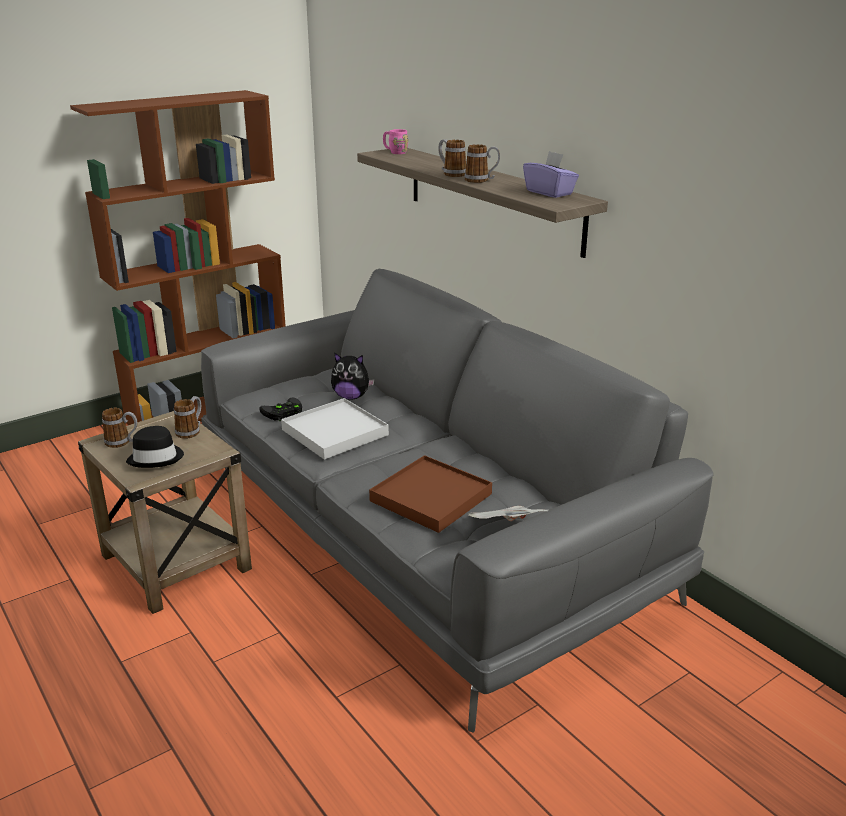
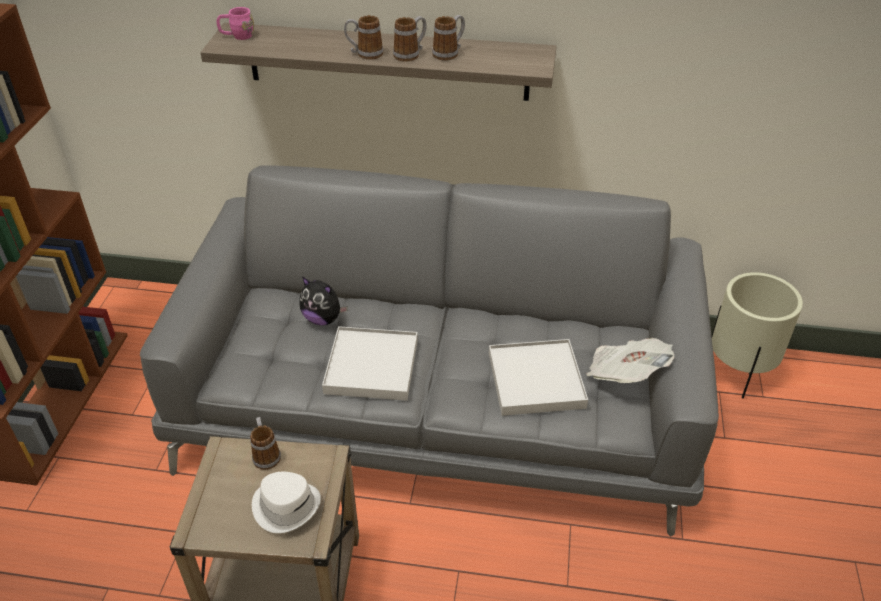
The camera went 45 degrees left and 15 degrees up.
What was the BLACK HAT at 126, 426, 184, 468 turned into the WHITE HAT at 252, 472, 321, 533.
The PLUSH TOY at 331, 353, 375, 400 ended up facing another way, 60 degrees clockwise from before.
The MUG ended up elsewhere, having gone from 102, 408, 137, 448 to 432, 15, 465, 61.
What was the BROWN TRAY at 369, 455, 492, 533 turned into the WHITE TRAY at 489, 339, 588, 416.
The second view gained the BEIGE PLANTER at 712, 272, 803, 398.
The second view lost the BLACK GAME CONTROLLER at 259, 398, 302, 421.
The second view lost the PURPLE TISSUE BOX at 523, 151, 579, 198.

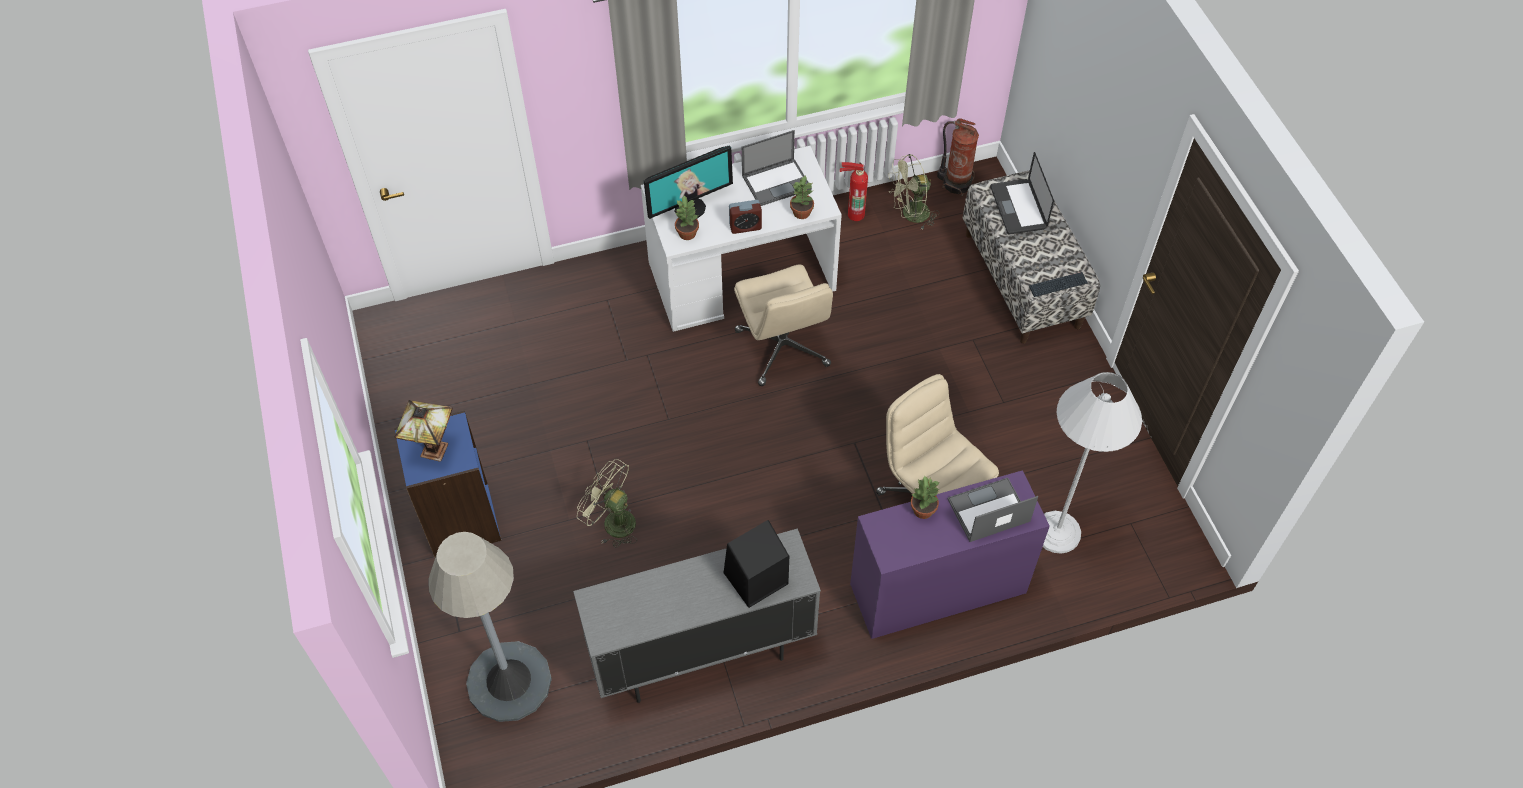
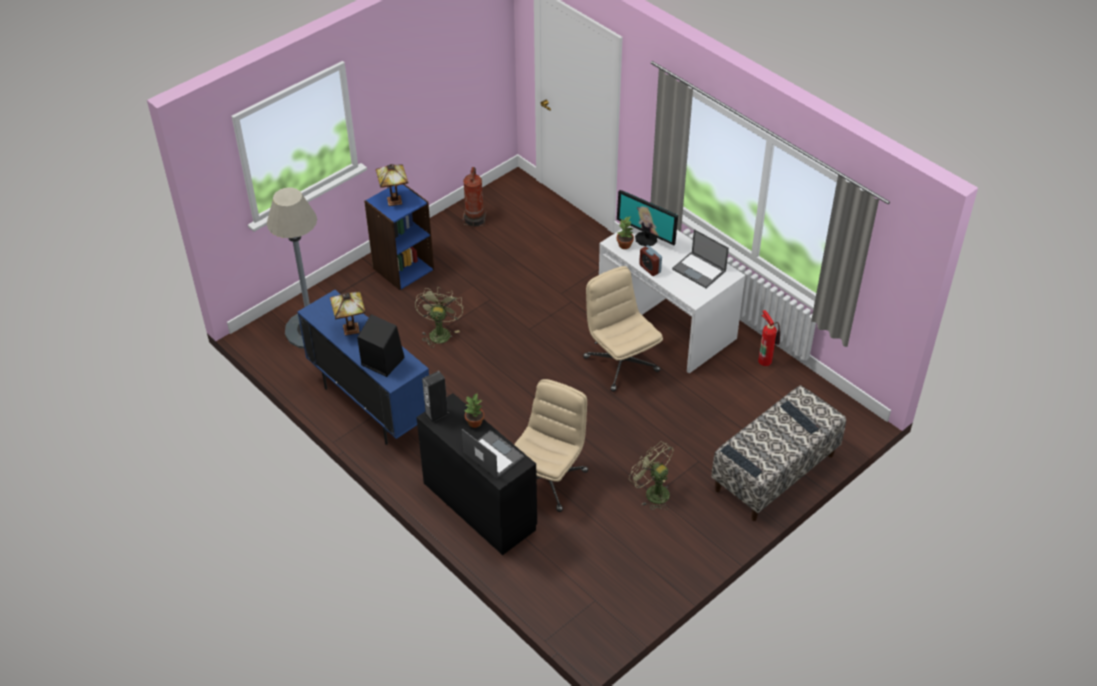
The camera went 65 degrees right and 10 degrees down.
What was the GREY CABINET at 573, 528, 821, 703 turned into the BLUE CABINET at 298, 290, 429, 445.
The second view gained the TABLE LAMP at 330, 291, 366, 336.
What was the PURPLE DESK at 850, 470, 1050, 639 turned into the BLACK DESK at 416, 393, 537, 555.
The second view gained the SPEAKER at 422, 371, 449, 423.
The FIRE EXTINGUISHER ended up elsewhere, having gone from 937, 118, 979, 197 to 463, 167, 487, 227.
The BEIGE OFFICE CHAIR at 734, 264, 833, 386 ended up facing another way, 105 degrees clockwise from before.
The GREEN FAN ended up elsewhere, having gone from 889, 154, 939, 231 to 629, 442, 674, 510.
Where the LAPTOP stood at 990, 152, 1054, 235, the KEYBOARD came to stand at 780, 401, 819, 434.
The second view lost the POTTED PLANT at 790, 176, 814, 219.
The second view lost the WHITE FLOOR LAMP at 1043, 372, 1142, 553.

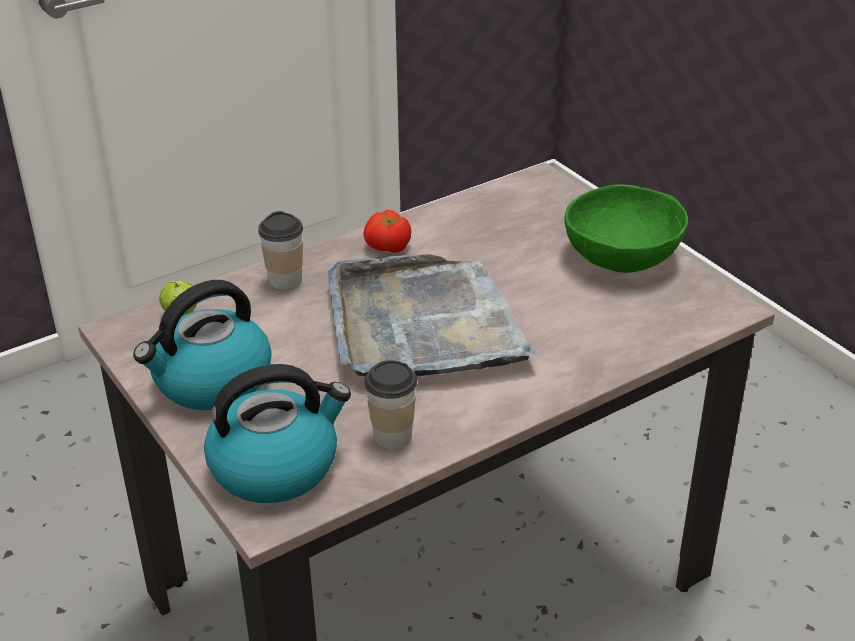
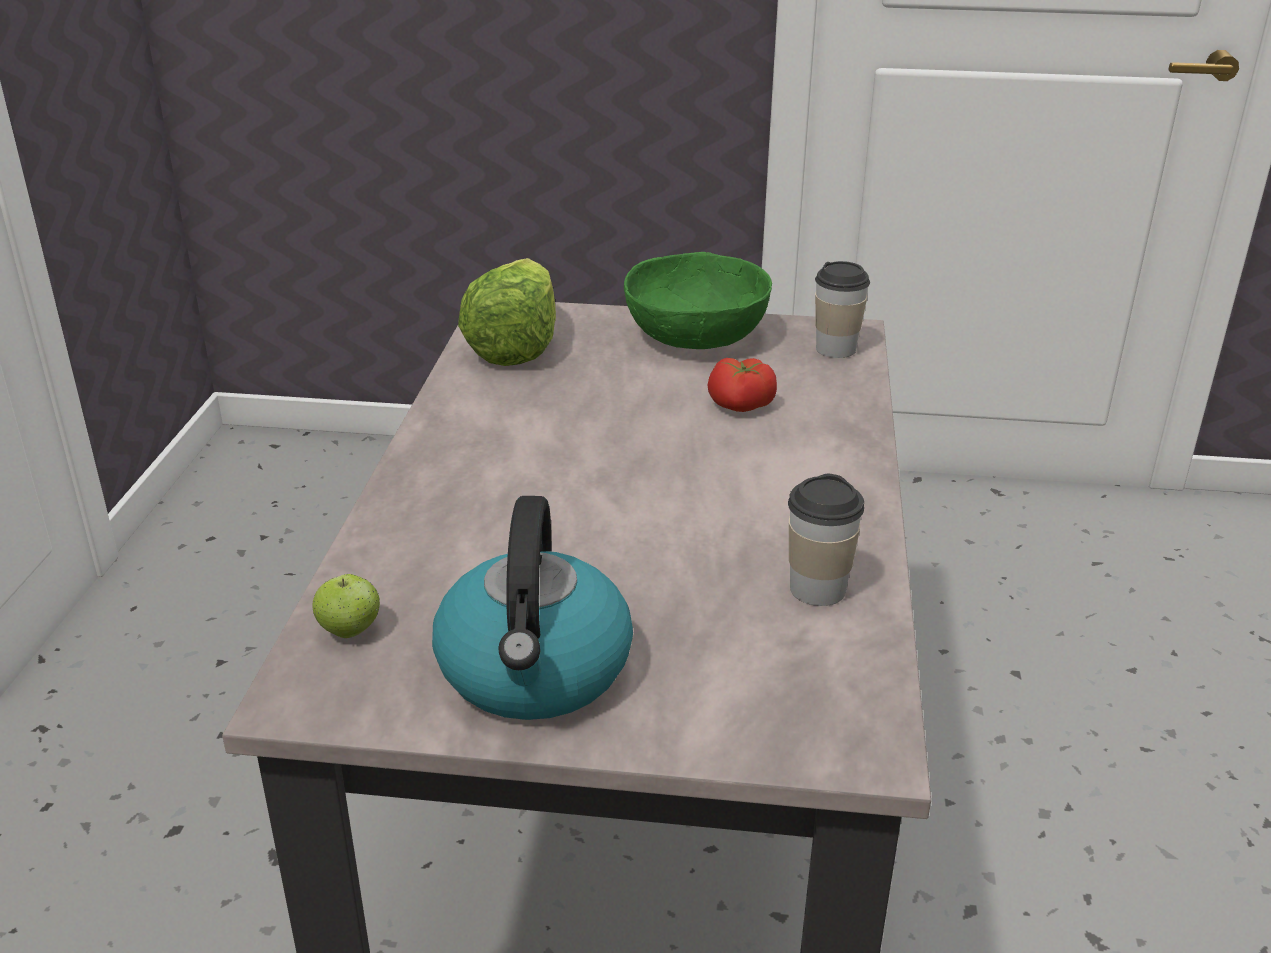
The camera went 50 degrees left and 5 degrees down.
The second view gained the LETTUCE at 458, 258, 556, 366.
The TOMATO ended up elsewhere, having gone from 363, 210, 411, 253 to 708, 358, 777, 412.
The CUP ended up elsewhere, having gone from 258, 211, 303, 290 to 815, 261, 870, 358.
The second view lost the KETTLE at 204, 364, 351, 503.
The second view lost the GREY TRAY at 328, 254, 538, 376.

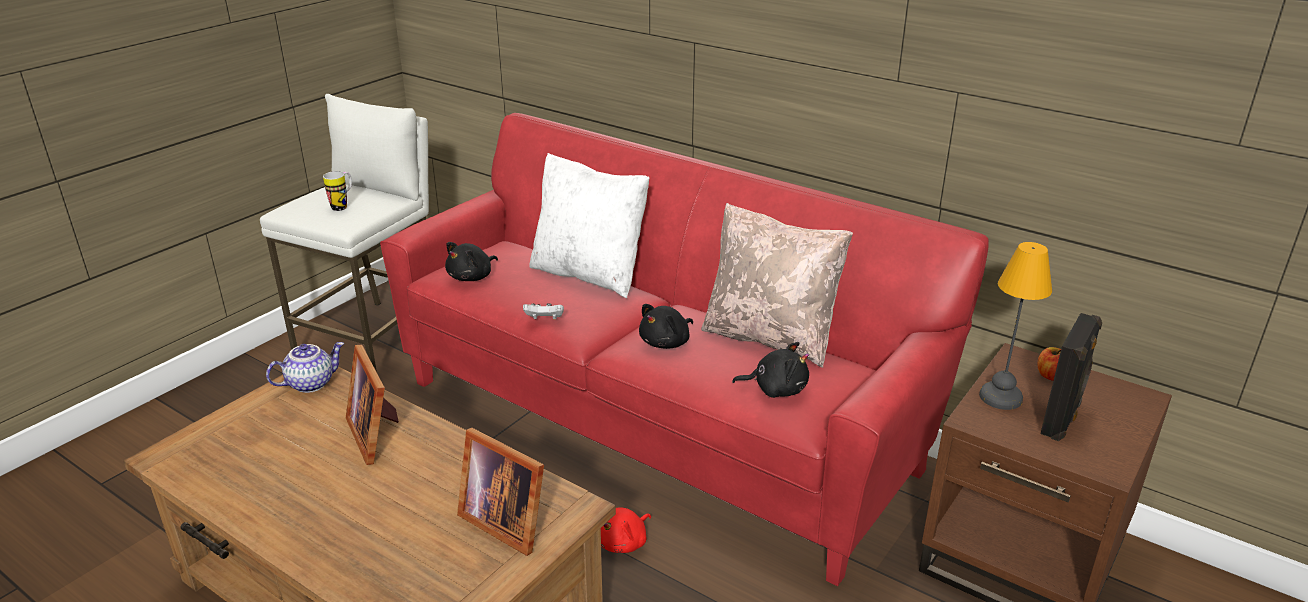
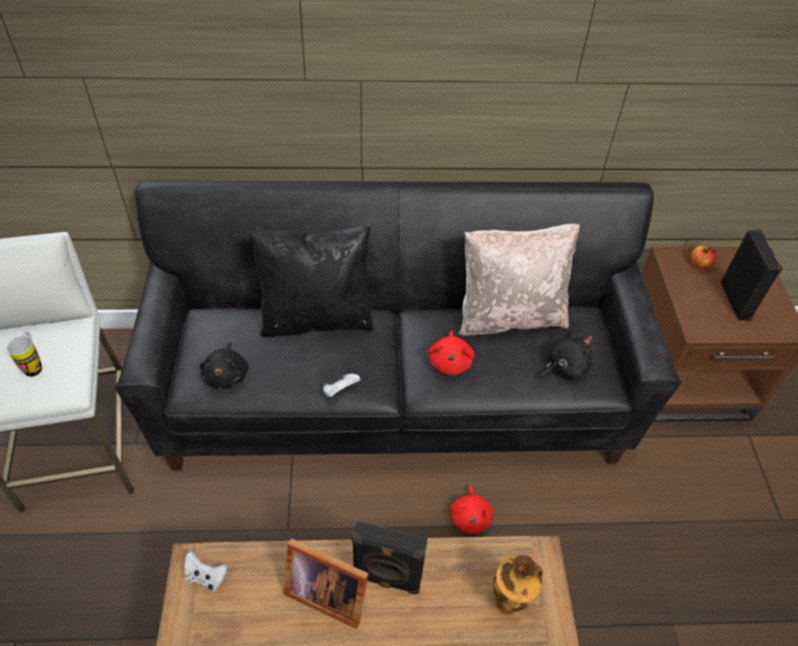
The camera went 40 degrees left and 20 degrees up.
What was the RED SOFA at 380, 113, 989, 586 turned into the BLACK SOFA at 115, 181, 681, 471.
Where the TEAPOT stood at 266, 342, 345, 393, the WHITE GAME CONTROLLER came to stand at 184, 551, 228, 592.
What was the WHITE PILLOW at 529, 153, 649, 298 turned into the BLACK PILLOW at 250, 225, 374, 337.
The second view gained the BLACK SPEAKER at 351, 521, 428, 594.
What was the BLACK PLUSH TOY at 639, 304, 693, 349 turned into the RED PLUSH TOY at 429, 331, 474, 375.
Where the PICTURE FRAME stood at 457, 428, 544, 556, the VASE came to stand at 493, 555, 543, 615.
The second view lost the TABLE LAMP at 979, 242, 1052, 410.

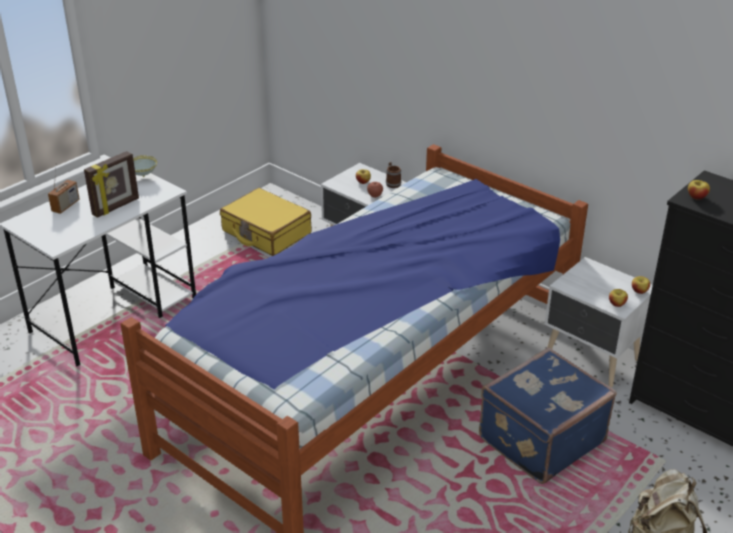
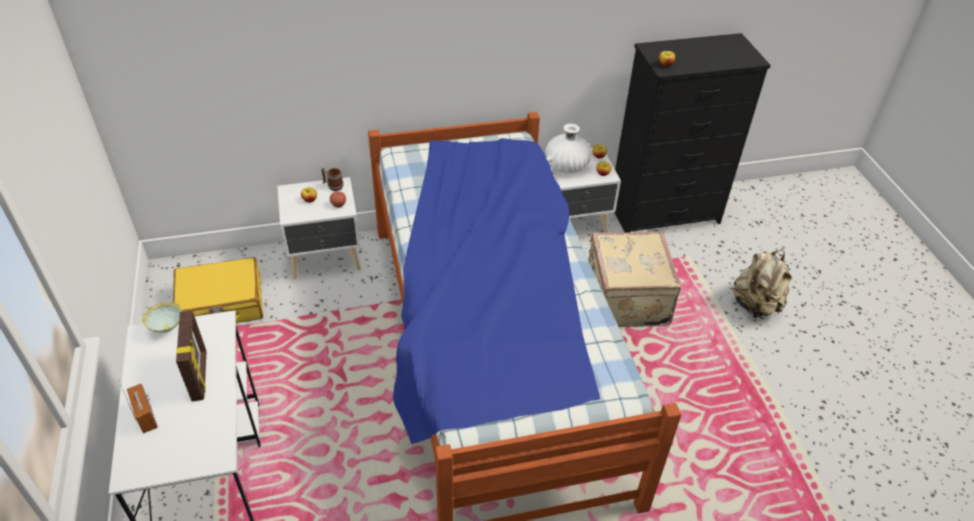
The camera went 55 degrees left and 10 degrees up.
The second view gained the WHITE VASE at 545, 124, 592, 173.
What was the BLUE SUITCASE at 479, 347, 617, 484 turned into the BEIGE SUITCASE at 589, 232, 681, 327.

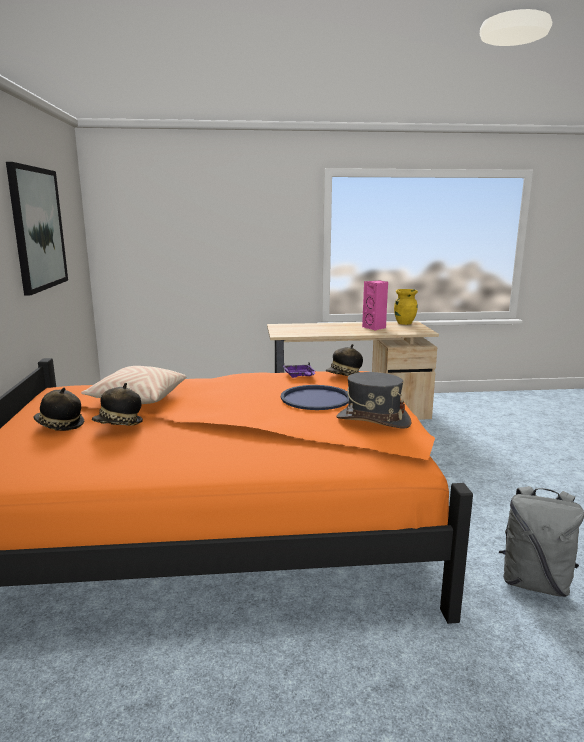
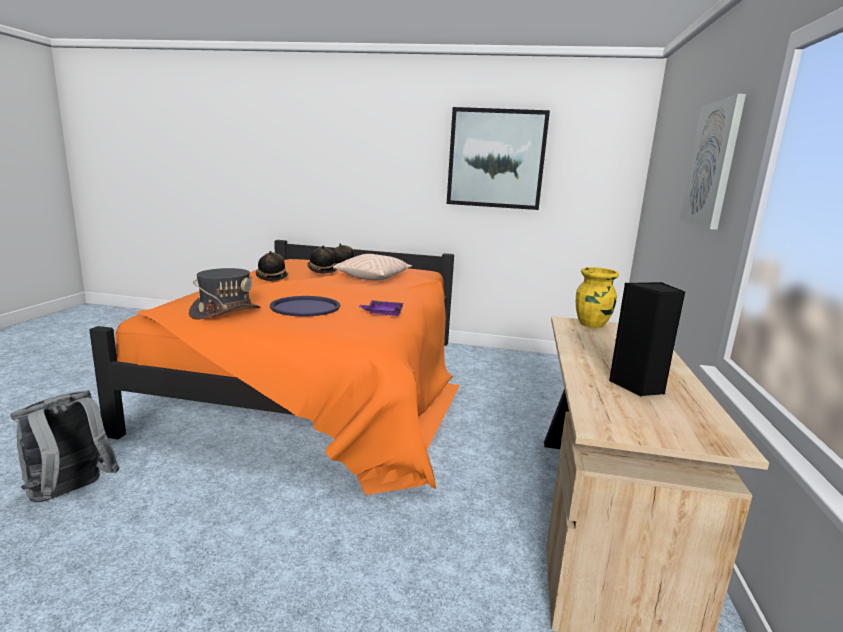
The camera went 105 degrees right and 0 degrees up.
The HAT ended up elsewhere, having gone from 326, 344, 363, 376 to 256, 251, 288, 281.
The YELLOW VASE ended up elsewhere, having gone from 394, 289, 418, 325 to 576, 267, 619, 328.
What was the PINK SPEAKER at 362, 281, 388, 330 turned into the BLACK SPEAKER at 609, 282, 685, 397.
The second view gained the PICTURE at 679, 94, 746, 230.

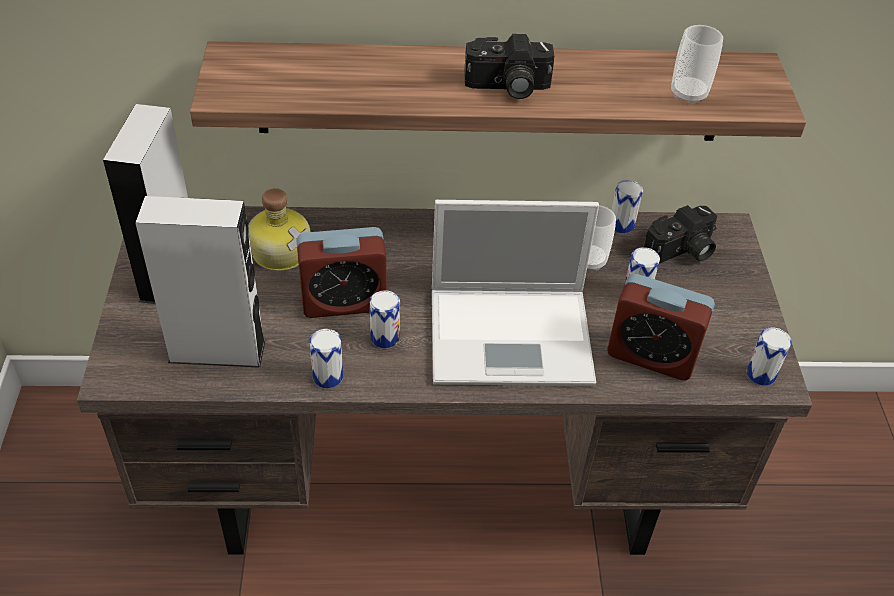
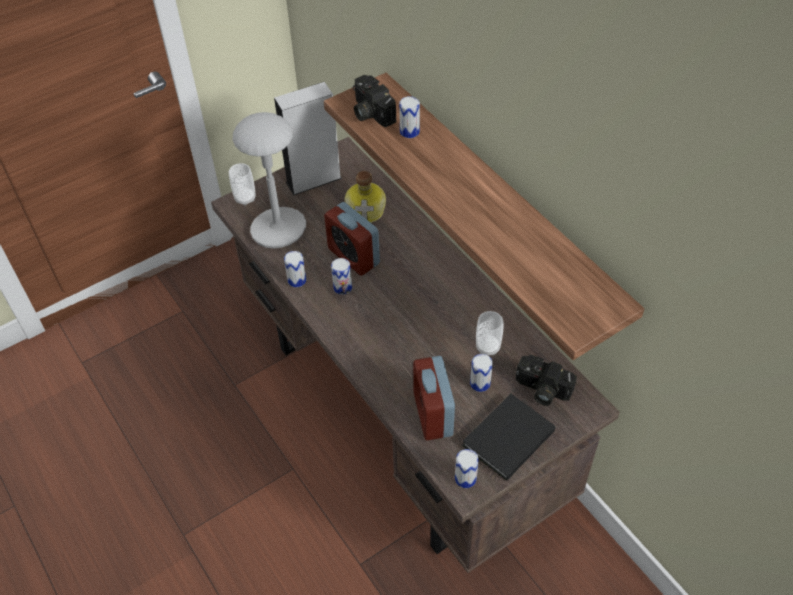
The camera went 60 degrees right and 5 degrees up.
The CUP ended up elsewhere, having gone from 671, 25, 723, 104 to 229, 163, 256, 206.
Where the GREY SPEAKER stood at 135, 196, 266, 368, the GREY TABLE LAMP came to stand at 233, 112, 306, 249.
The PHOTO CAMERA ended up elsewhere, having gone from 464, 34, 554, 99 to 353, 75, 396, 127.
The CAN ended up elsewhere, having gone from 611, 180, 643, 233 to 399, 96, 420, 138.
The second view gained the BLACK BOOK at 462, 393, 555, 481.
The second view lost the LAPTOP at 432, 200, 599, 386.

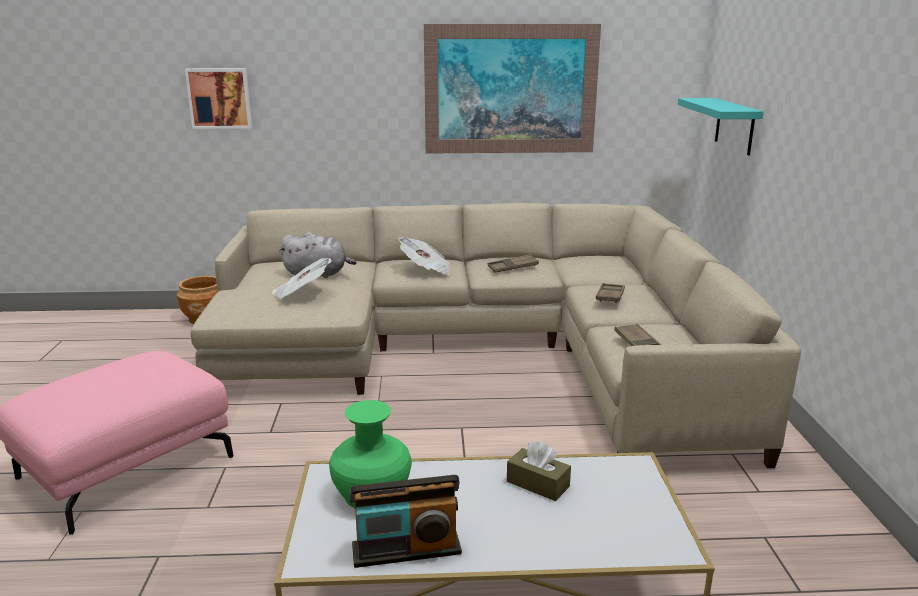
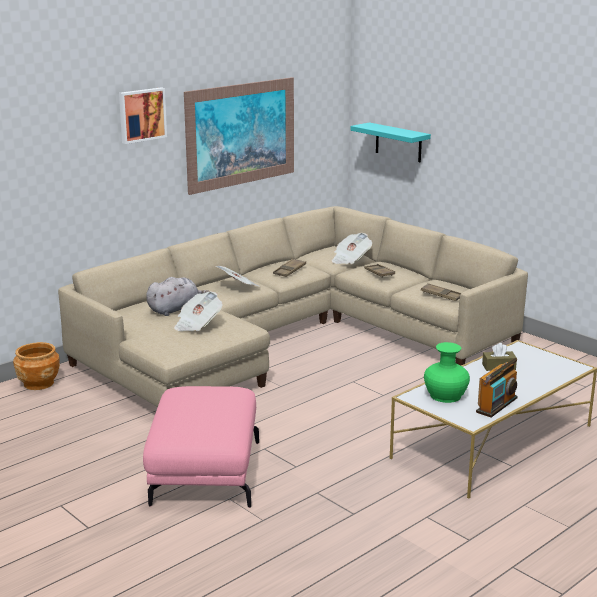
The camera went 40 degrees left and 0 degrees up.
The PICTURE ended up elsewhere, having gone from 185, 68, 252, 129 to 119, 87, 167, 144.
The second view gained the NEWSPAPER at 332, 233, 372, 264.

